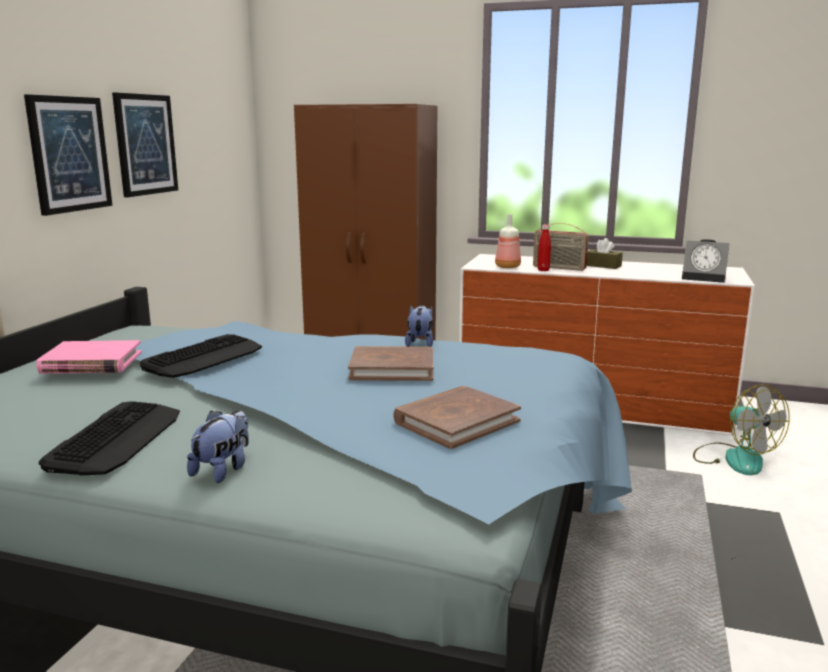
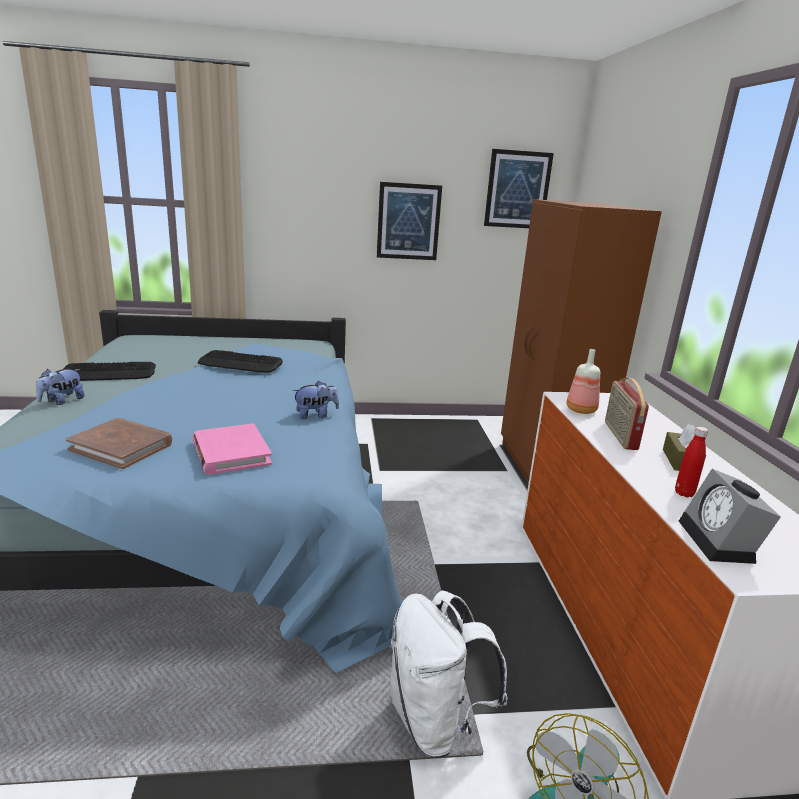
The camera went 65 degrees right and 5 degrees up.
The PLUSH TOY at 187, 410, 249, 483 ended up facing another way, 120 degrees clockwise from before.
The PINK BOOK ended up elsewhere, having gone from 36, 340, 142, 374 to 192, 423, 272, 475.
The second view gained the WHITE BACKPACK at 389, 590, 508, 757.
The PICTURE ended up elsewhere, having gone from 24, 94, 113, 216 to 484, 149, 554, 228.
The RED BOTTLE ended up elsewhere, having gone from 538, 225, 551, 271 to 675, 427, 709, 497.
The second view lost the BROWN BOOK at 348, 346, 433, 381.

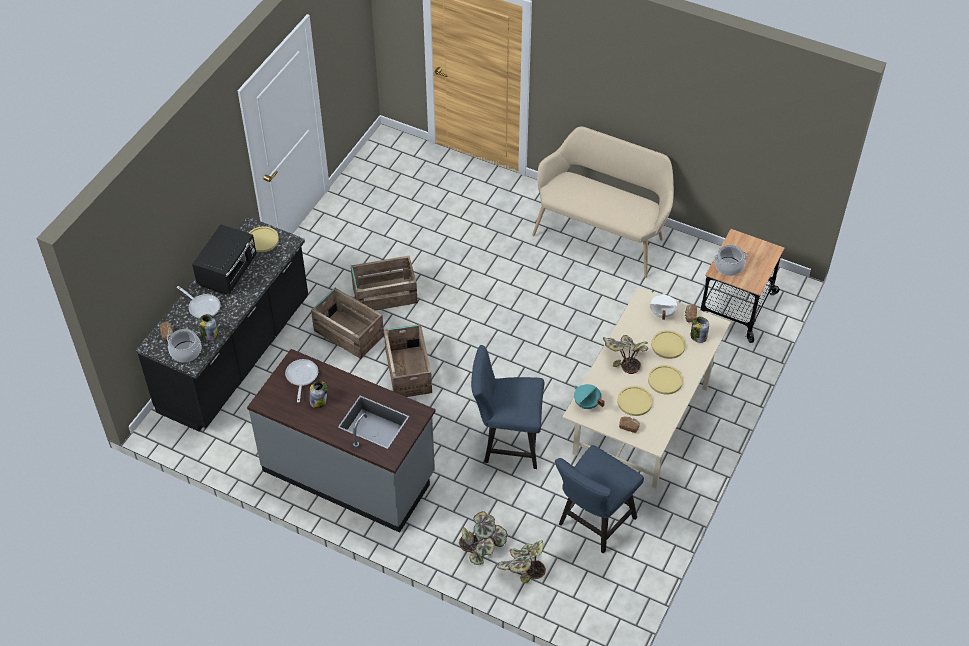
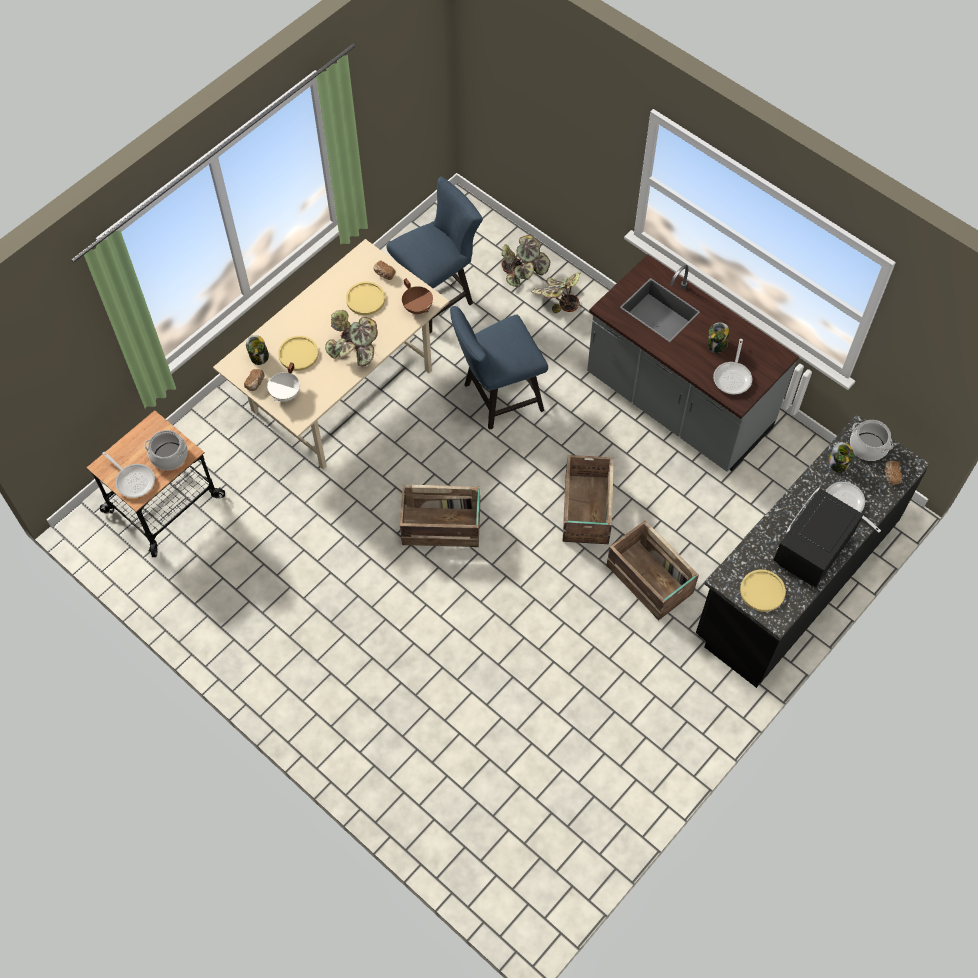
The camera went 165 degrees left and 10 degrees up.
The second view gained the FRYING PAN at 102, 452, 155, 498.
The CRATE ended up elsewhere, having gone from 351, 256, 418, 311 to 400, 484, 480, 547.
What was the TURQUOISE COOKING POT at 574, 384, 605, 409 turned into the BROWN COOKING POT at 402, 278, 433, 314.
The BLUE CHAIR at 471, 345, 544, 469 ended up facing another way, 135 degrees clockwise from before.
The second view lost the BEIGE BENCH at 532, 127, 674, 278.
The second view lost the YELLOW PLATE at 648, 365, 683, 395.

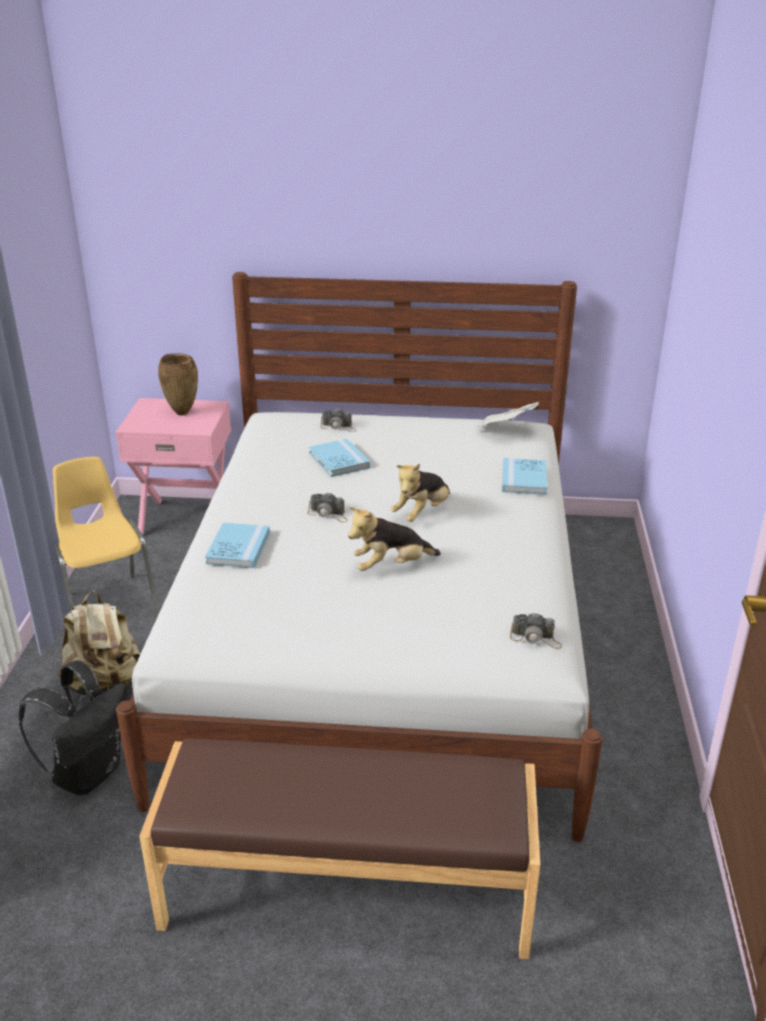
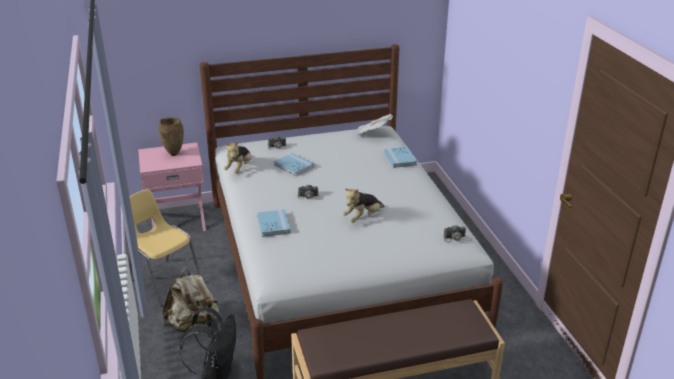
The camera went 20 degrees left and 0 degrees up.
The PLUSH TOY ended up elsewhere, having gone from 390, 463, 450, 522 to 224, 142, 252, 174.

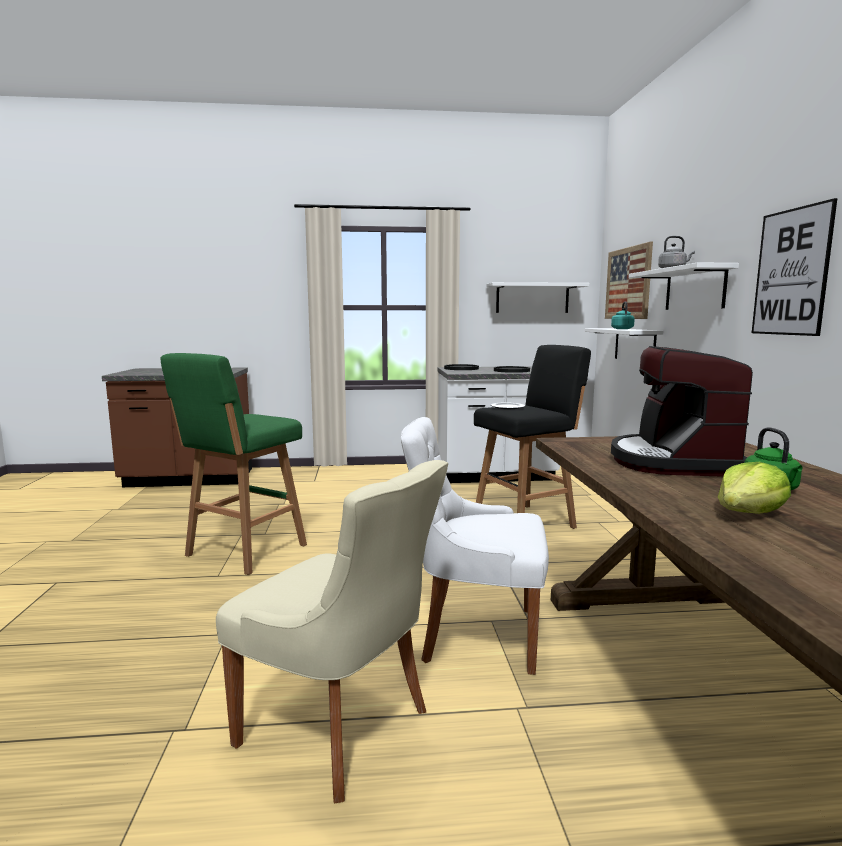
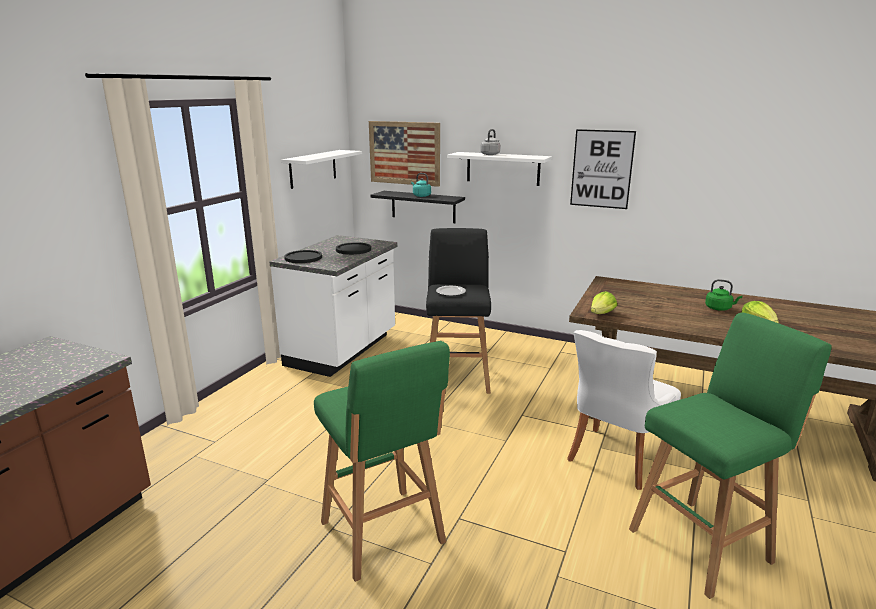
The camera went 60 degrees left and 10 degrees up.
What was the WHITE SHELF at 585, 328, 663, 359 turned into the BLACK SHELF at 371, 191, 465, 223.
The second view gained the LETTUCE at 590, 291, 617, 314.
Where the BEIGE CHAIR stood at 216, 460, 448, 803, the GREEN STOOL came to stand at 629, 312, 832, 599.
The second view lost the COFFEE MACHINE at 611, 346, 753, 477.

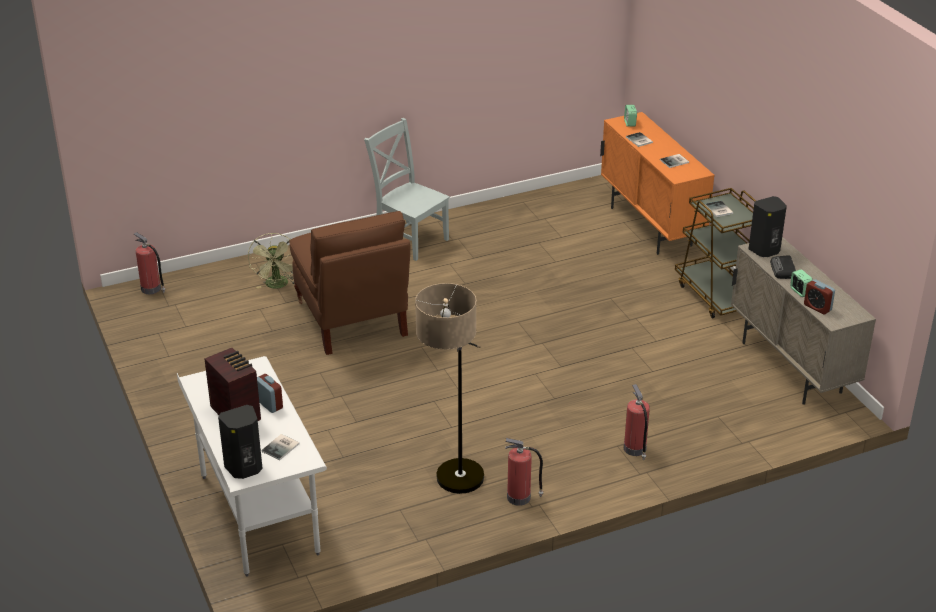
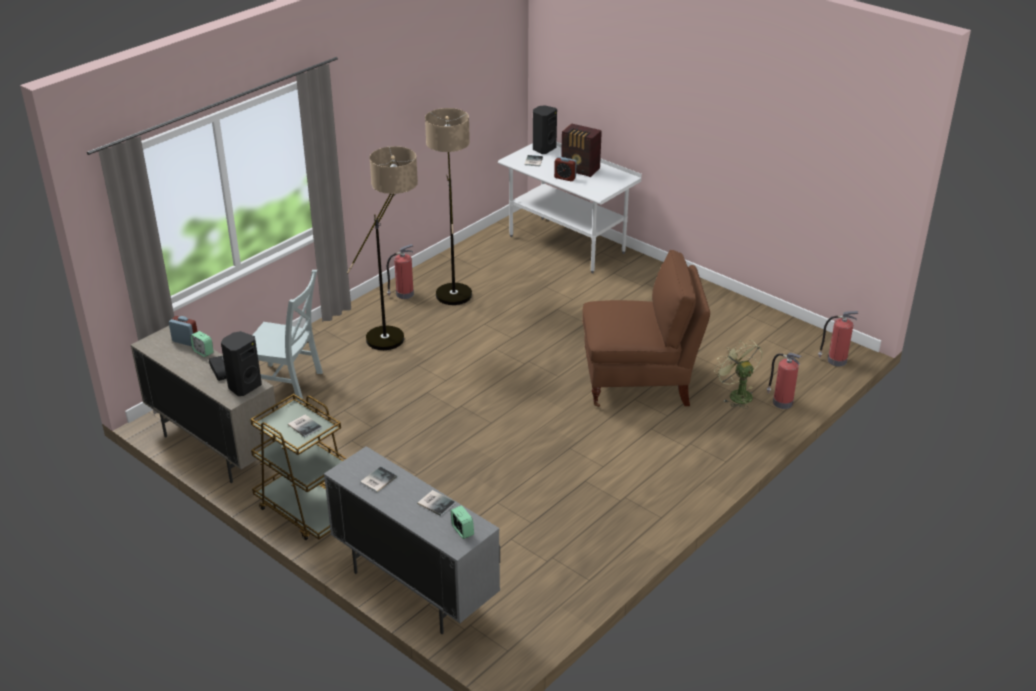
The camera went 155 degrees right and 0 degrees up.
The GREY CHAIR ended up elsewhere, having gone from 364, 118, 450, 261 to 253, 270, 323, 403.
What was the ORANGE CABINET at 600, 112, 714, 255 turned into the GREY CABINET at 324, 446, 500, 634.
The second view gained the FLOOR LAMP at 347, 146, 418, 350.
The BROWN CHAIR at 289, 211, 410, 355 ended up facing another way, 135 degrees clockwise from before.
The FIRE EXTINGUISHER ended up elsewhere, having gone from 624, 384, 650, 460 to 767, 353, 802, 409.

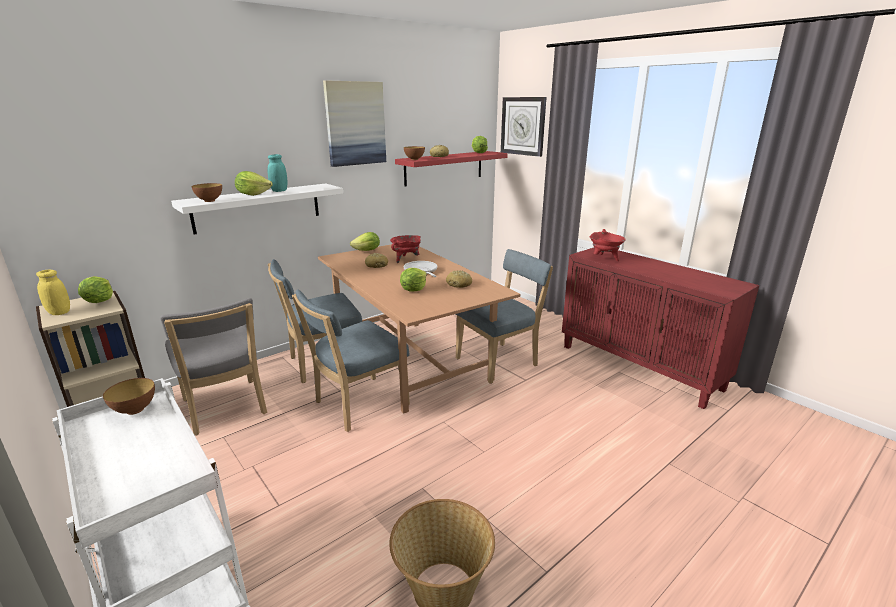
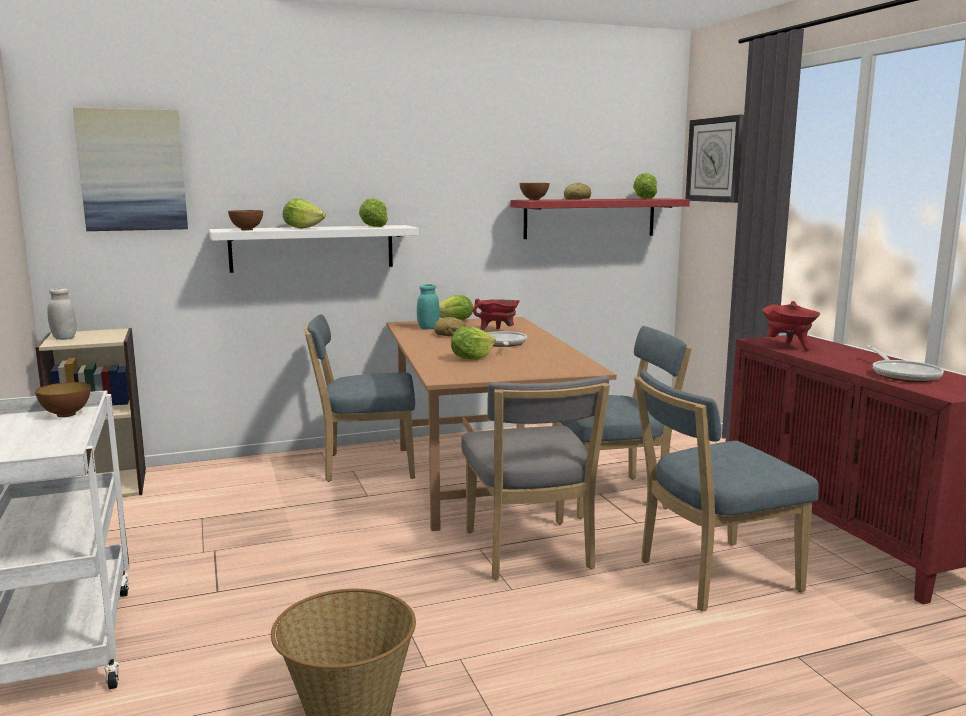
The camera went 20 degrees right and 10 degrees down.
What was the YELLOW JAR at 36, 270, 70, 315 turned into the WHITE JAR at 47, 288, 76, 340.
The PICTURE ended up elsewhere, having gone from 323, 80, 386, 167 to 73, 107, 188, 231.
The LETTUCE ended up elsewhere, having gone from 78, 276, 113, 303 to 359, 198, 388, 227.
The TURQUOISE JAR ended up elsewhere, having gone from 268, 154, 287, 192 to 417, 284, 440, 330.
The GREY CHAIR ended up elsewhere, having gone from 160, 298, 267, 435 to 461, 376, 610, 580.
The BLUE CHAIR ended up elsewhere, having gone from 292, 289, 410, 432 to 634, 370, 818, 612.
The second view gained the FRYING PAN at 866, 345, 944, 382.
The second view lost the BREAD at 446, 270, 472, 288.

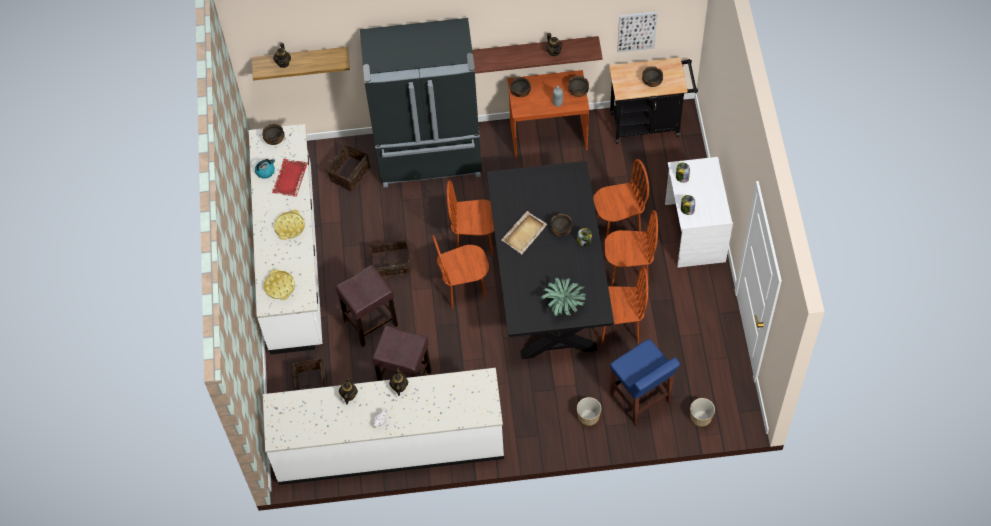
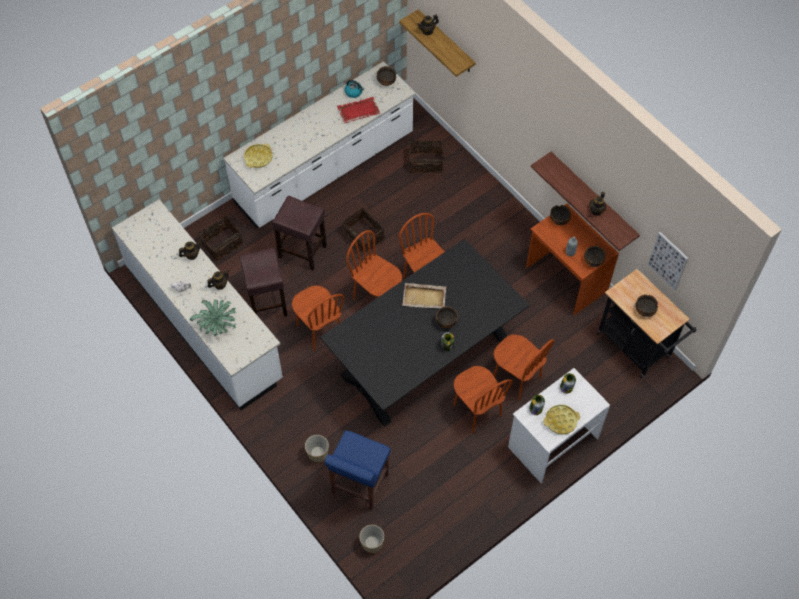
The camera went 55 degrees right and 0 degrees up.
The POTTED PLANT ended up elsewhere, having gone from 541, 278, 586, 317 to 190, 300, 236, 336.
The BROWN CHAIR ended up elsewhere, having gone from 601, 266, 648, 344 to 292, 285, 344, 351.
The YELLOW TRAY ended up elsewhere, having gone from 274, 210, 305, 240 to 543, 404, 580, 435.
The second view lost the BLACK FRIDGE at 360, 18, 482, 188.

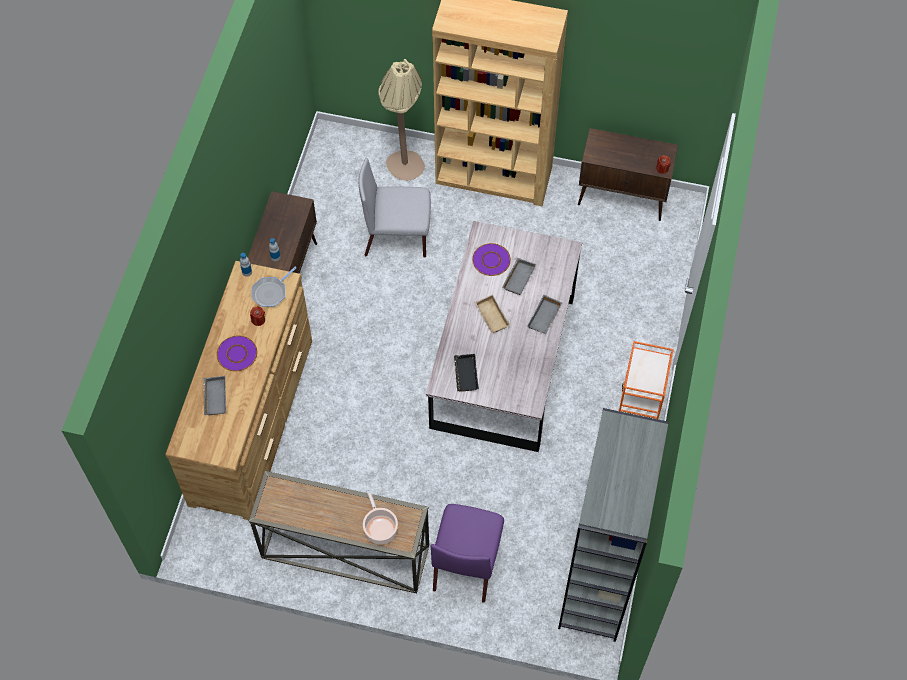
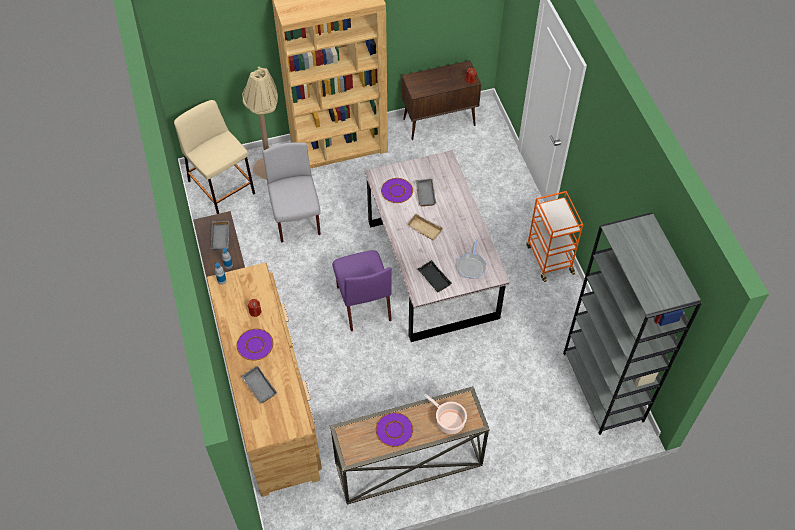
The camera went 30 degrees left and 5 degrees down.
The second view gained the BEIGE STOOL at 174, 100, 255, 214.
The GREY TRAY ended up elsewhere, having gone from 527, 295, 562, 334 to 211, 221, 229, 250.
The GREY CHAIR at 359, 158, 431, 258 ended up facing another way, 105 degrees clockwise from before.
The PURPLE CHAIR ended up elsewhere, having gone from 430, 504, 504, 603 to 332, 250, 392, 331.
The second view gained the PURPLE PLATE at 376, 412, 413, 447.
The FRYING PAN ended up elsewhere, having gone from 252, 267, 296, 307 to 457, 239, 487, 279.

